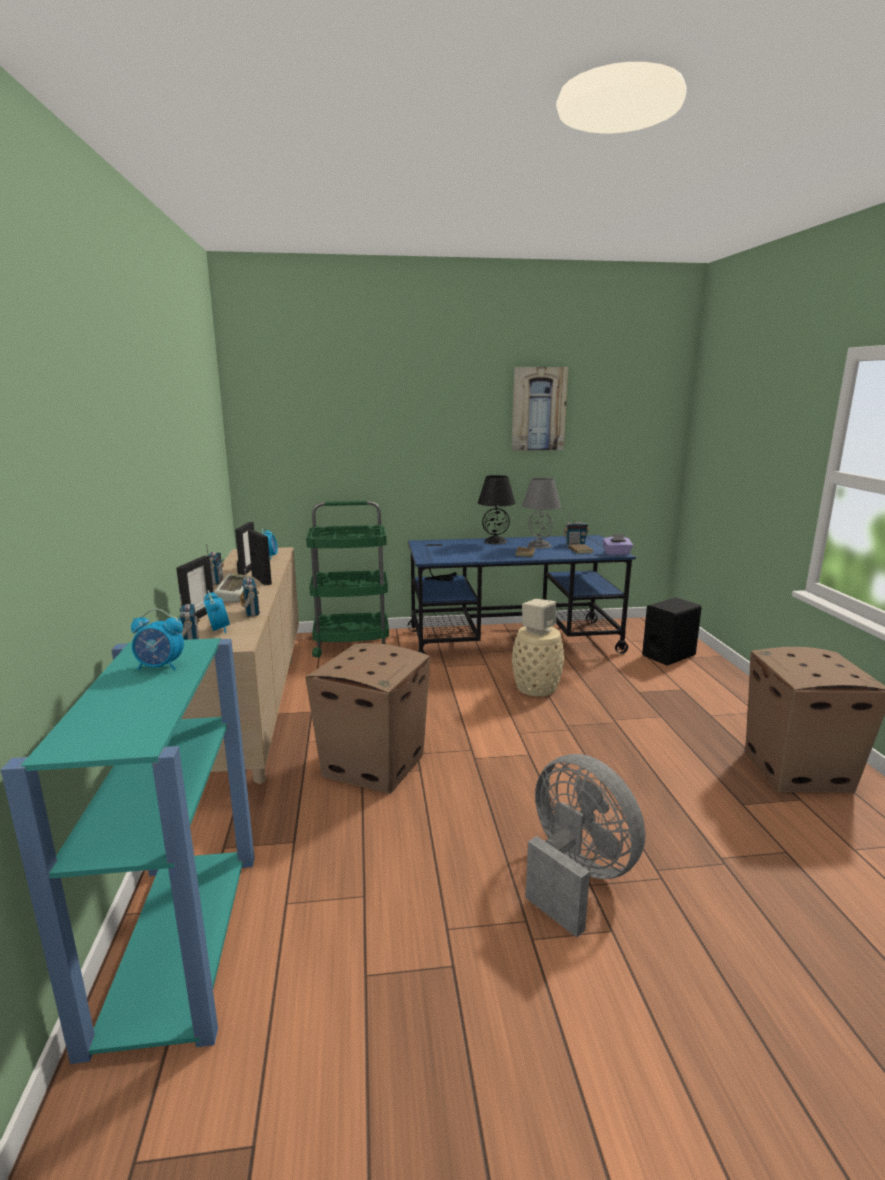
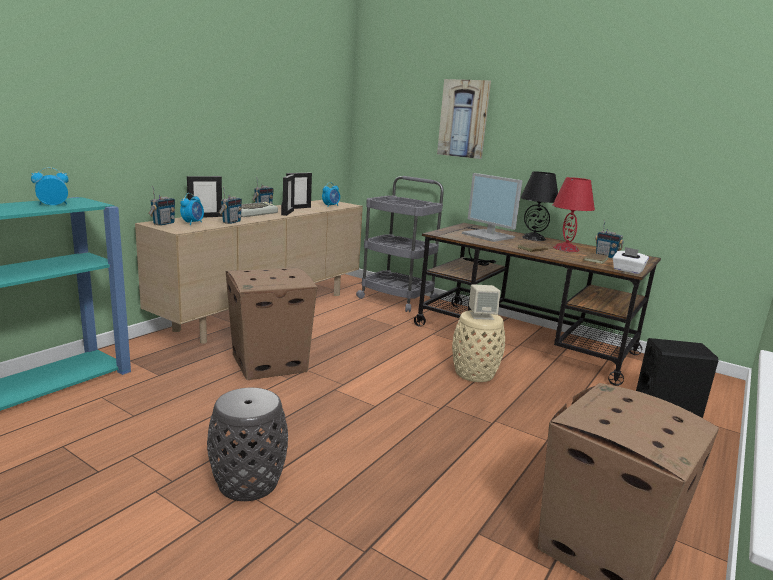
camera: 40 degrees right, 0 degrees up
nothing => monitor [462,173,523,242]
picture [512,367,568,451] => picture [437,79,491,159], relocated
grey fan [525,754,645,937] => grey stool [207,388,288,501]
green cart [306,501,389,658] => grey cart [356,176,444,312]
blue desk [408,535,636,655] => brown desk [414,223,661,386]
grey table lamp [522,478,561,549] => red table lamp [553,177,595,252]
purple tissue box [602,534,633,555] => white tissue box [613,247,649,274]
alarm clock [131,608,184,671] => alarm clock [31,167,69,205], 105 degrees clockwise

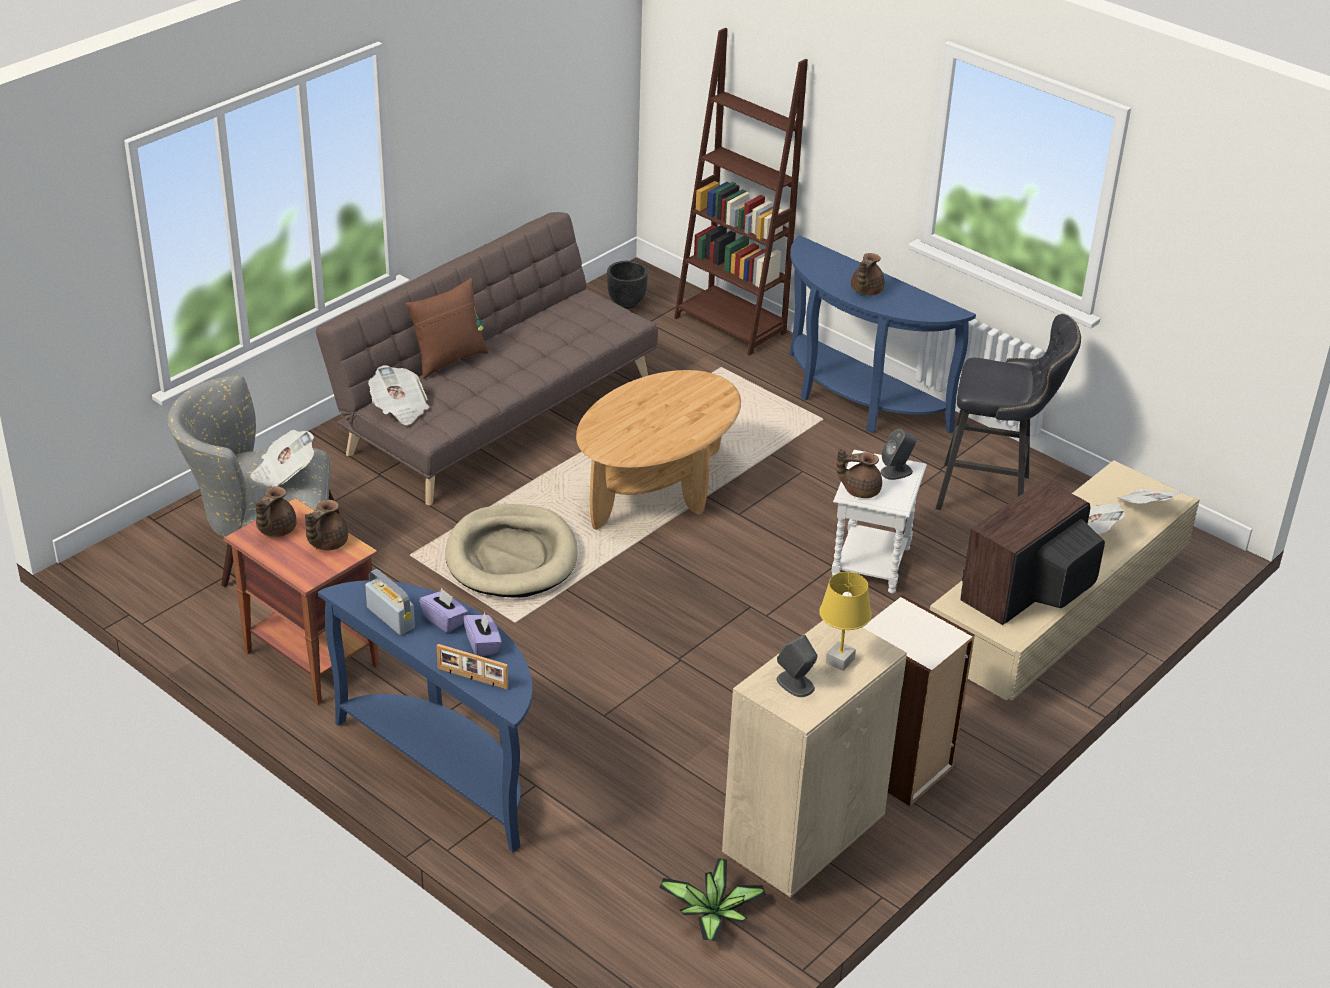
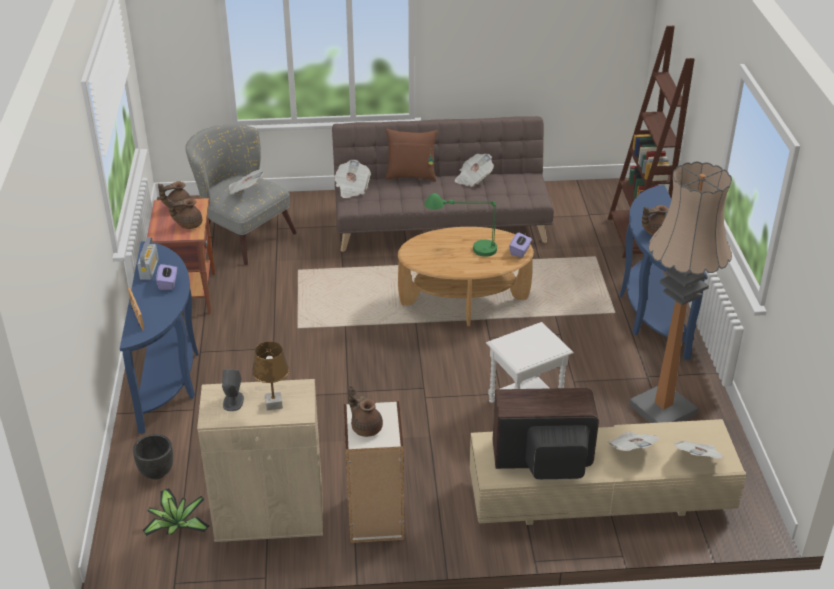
camera: 45 degrees right, 0 degrees up
beige dog bed [445,504,578,598] => nothing
grey speaker [880,429,917,480] => nothing
nothing => green table lamp [424,193,497,257]
nothing => newspaper [455,154,494,187]
purple tissue box [463,612,502,657] => purple tissue box [509,232,532,258], relocated
black planter [607,261,648,309] => black planter [133,434,173,479], relocated
brown teapot [837,448,882,498] => brown teapot [349,385,383,437], relocated
black stool [936,314,1081,510] => floor lamp [629,161,732,423]
yellow table lamp [819,572,872,671] => brown table lamp [252,341,289,411]

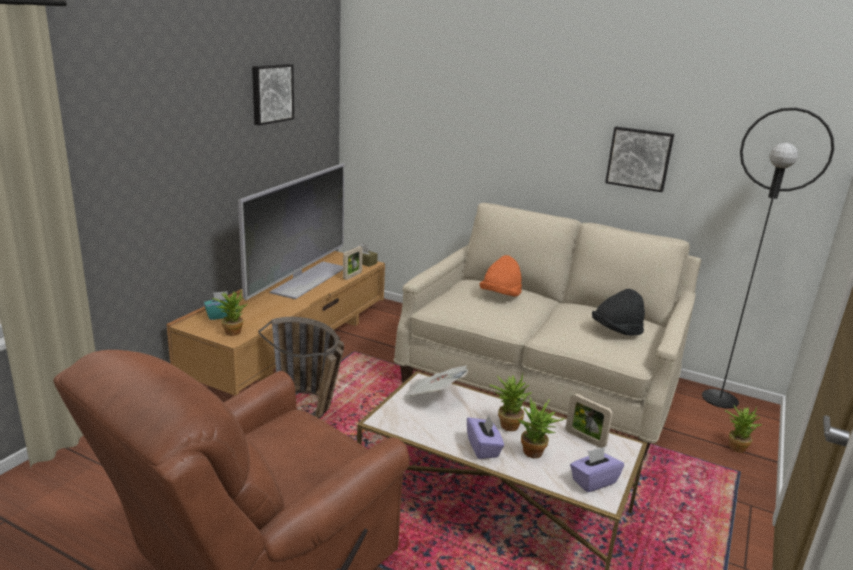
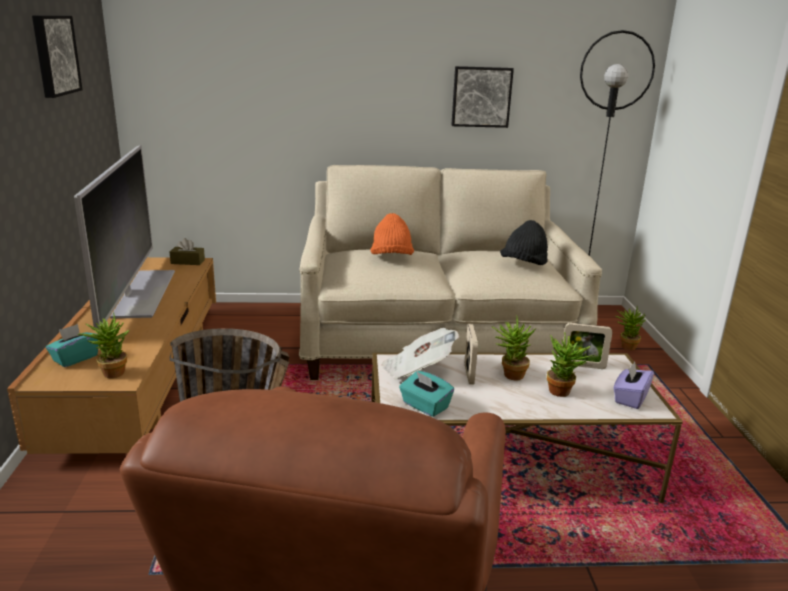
camera: 30 degrees left, 0 degrees up
purple tissue box [467,415,504,459] => nothing
nothing => turquoise tissue box [399,371,454,417]
picture frame [343,246,363,280] => picture frame [465,324,478,384], relocated

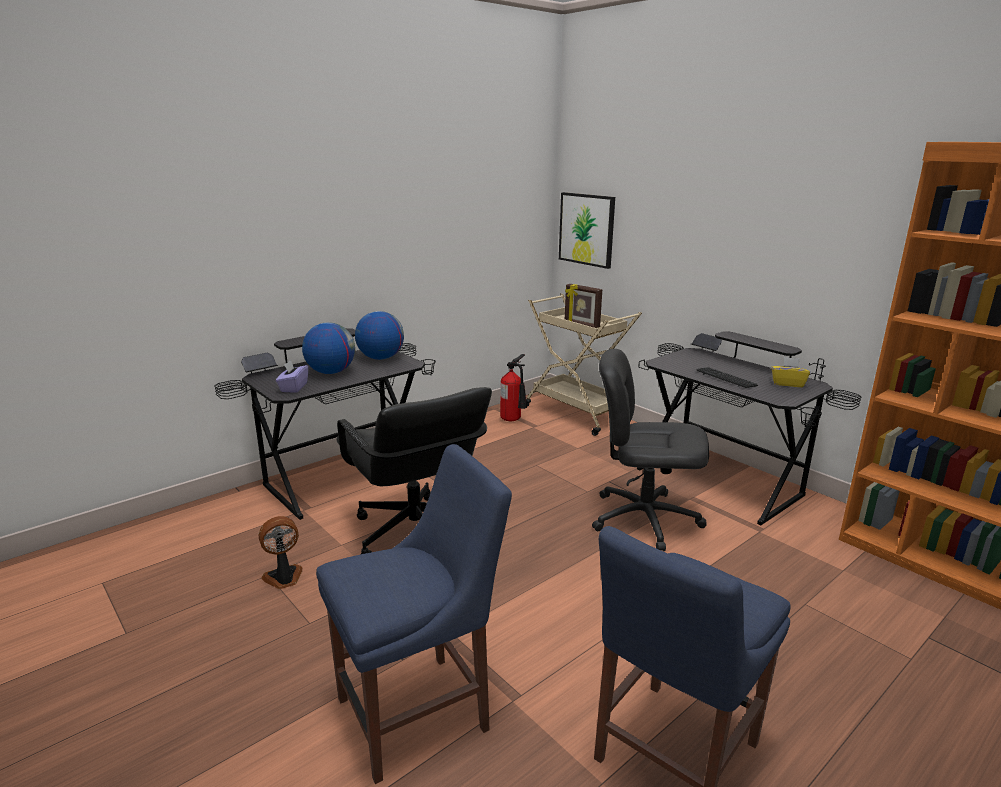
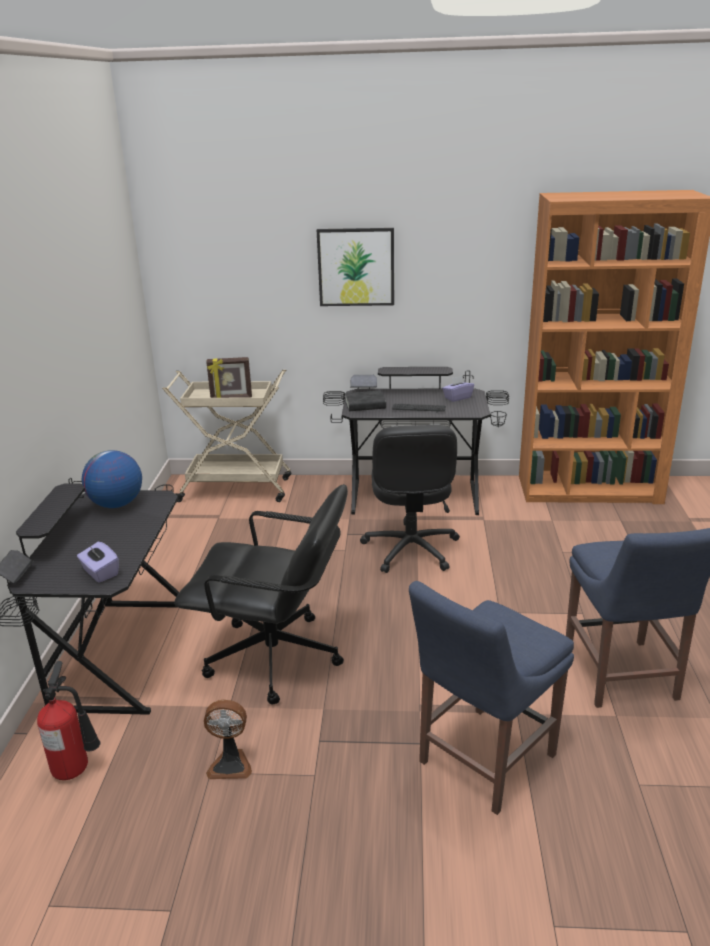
camera: 45 degrees left, 5 degrees up
globe [302,322,355,374] => nothing
nothing => black book [345,391,386,411]
fire extinguisher [500,354,527,421] => fire extinguisher [37,661,100,780], relocated
picture [559,192,615,269] => picture [317,228,394,306], relocated
yellow tissue box [771,357,810,387] => purple tissue box [442,376,474,402]
fan [258,516,303,589] => fan [204,700,252,779], 105 degrees counterclockwise
blue chair [316,444,512,784] => blue chair [409,581,574,815], 150 degrees counterclockwise
black office chair [592,349,709,551] => black office chair [360,425,460,573], 60 degrees counterclockwise

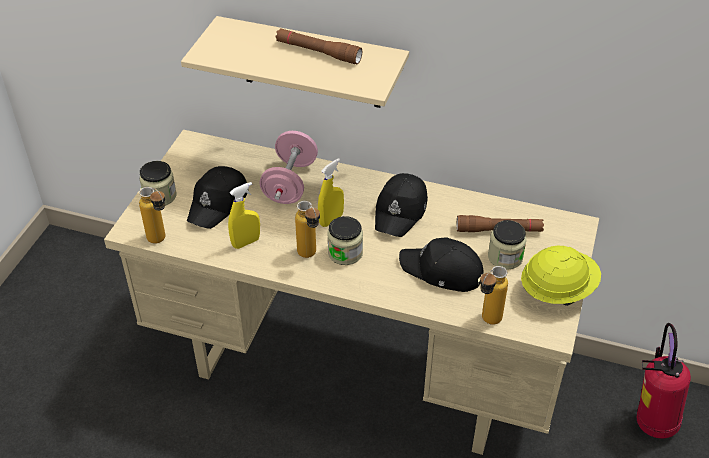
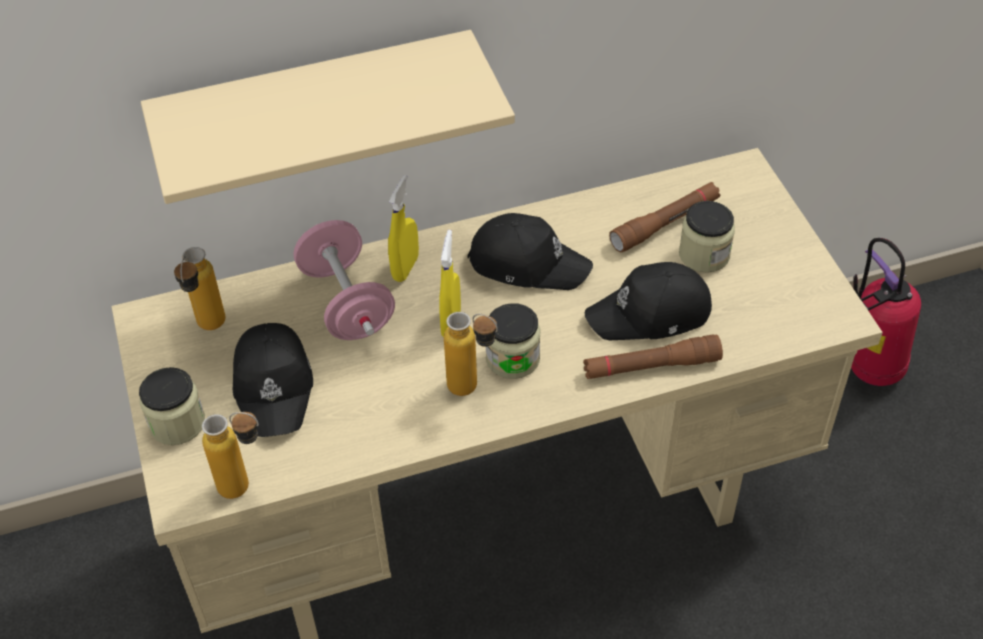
camera: 35 degrees left, 5 degrees up
yellow hard hat [521,246,601,306] => nothing
yellow spray bottle [228,182,260,249] => yellow spray bottle [388,175,419,282], relocated
brown flashlight [275,28,362,64] => brown flashlight [583,334,723,379], relocated
bottle [480,266,508,325] => bottle [174,247,225,330], relocated
black cap [375,173,428,237] => black cap [467,213,593,290], 60 degrees counterclockwise

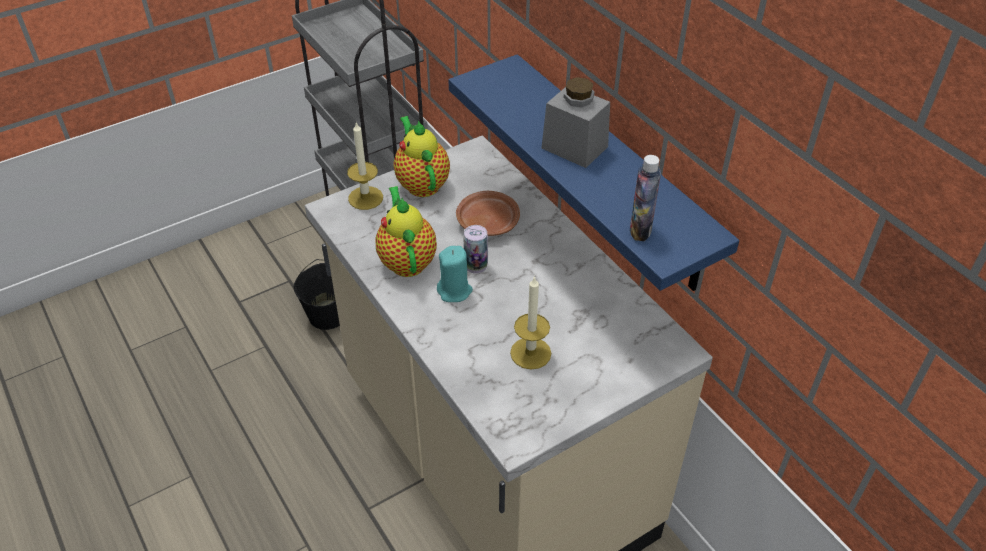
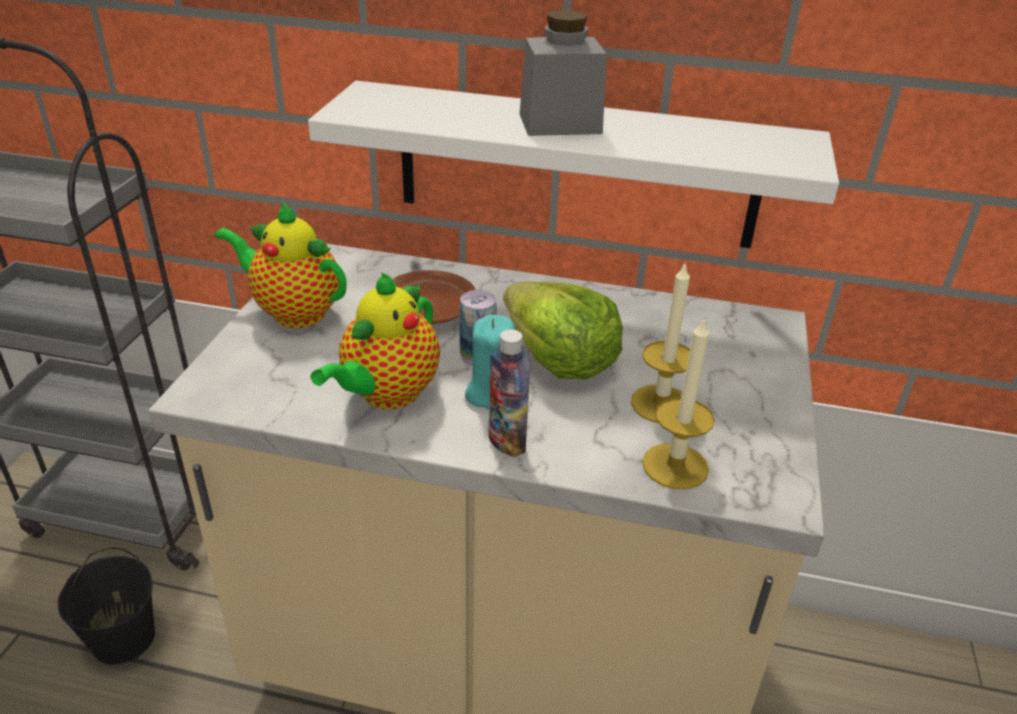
camera: 45 degrees left, 10 degrees down
nothing => lettuce [503,282,623,379]
candle [347,122,383,210] => candle [642,317,715,489], relocated
bottle [630,155,661,241] => bottle [488,329,530,457], relocated
blue shelf [448,54,739,291] => white shelf [308,81,839,248]
teapot [375,186,437,277] => teapot [311,273,440,409], 90 degrees counterclockwise

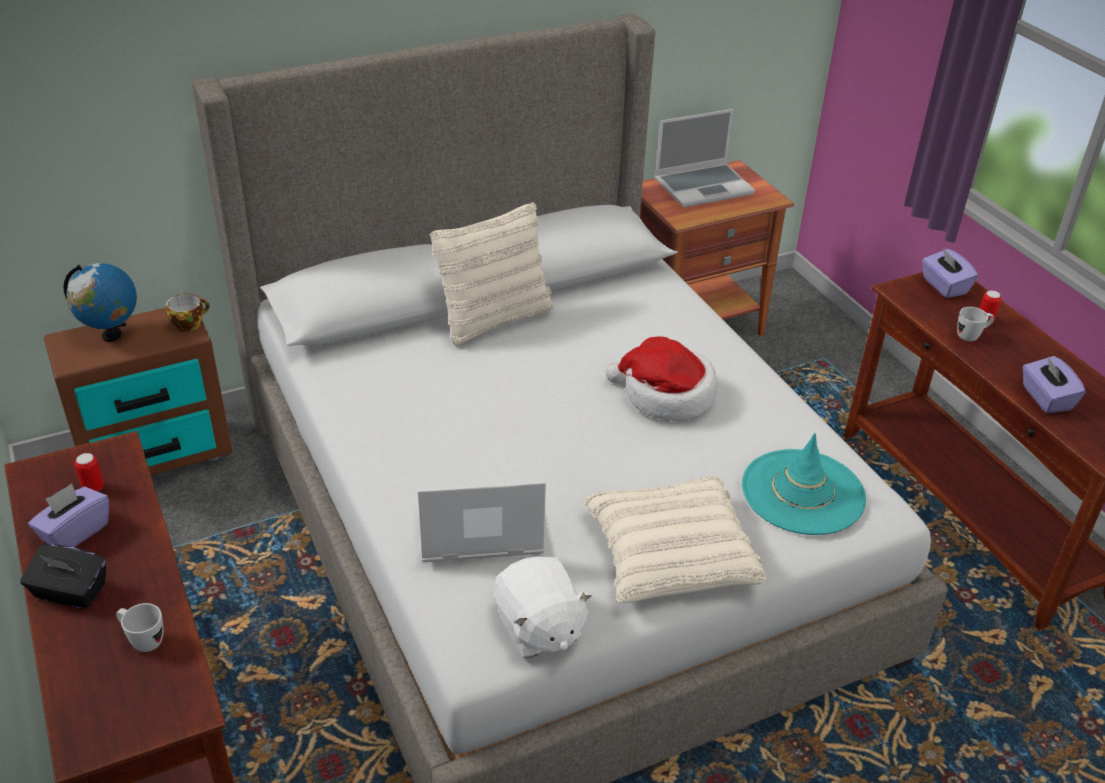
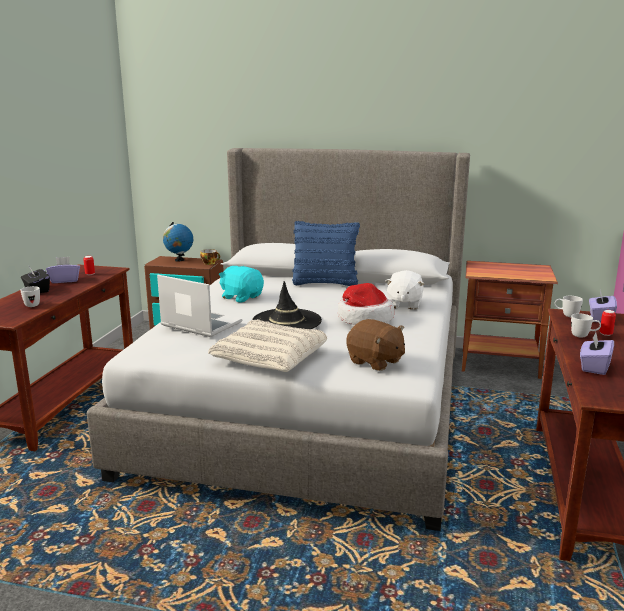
camera: 40 degrees right, 20 degrees down
laptop [655,109,755,207] => nothing
nothing => turquoise plush toy [219,266,264,303]
nothing => black hat [252,281,322,329]
nothing => white mug [554,296,583,317]
white plush toy [494,556,592,658] => white plush toy [385,270,424,310], relocated
turquoise hat [742,433,866,535] => brown plush toy [346,319,405,371]
beige pillow [430,202,554,345] => blue pillow [292,221,360,286]

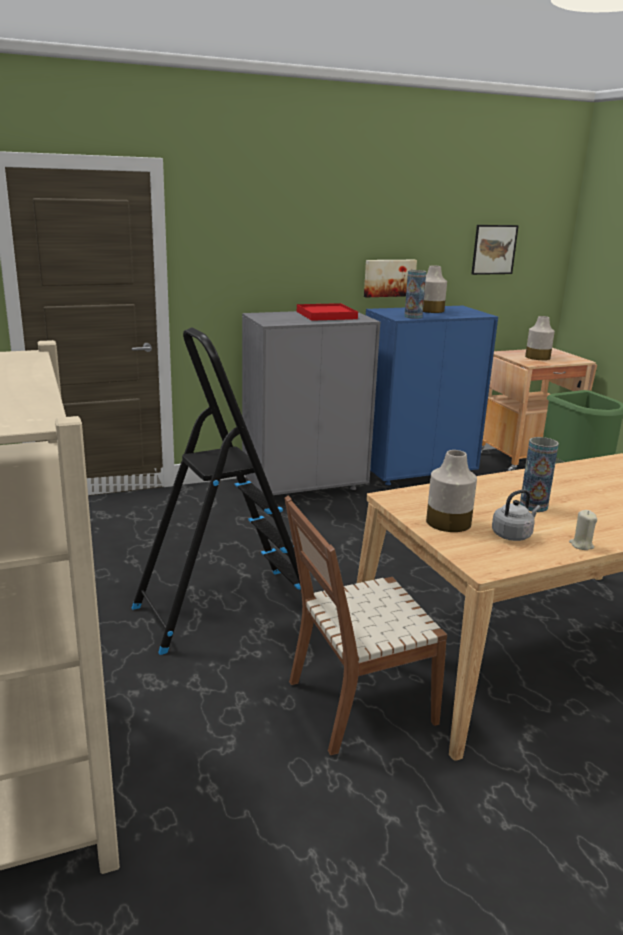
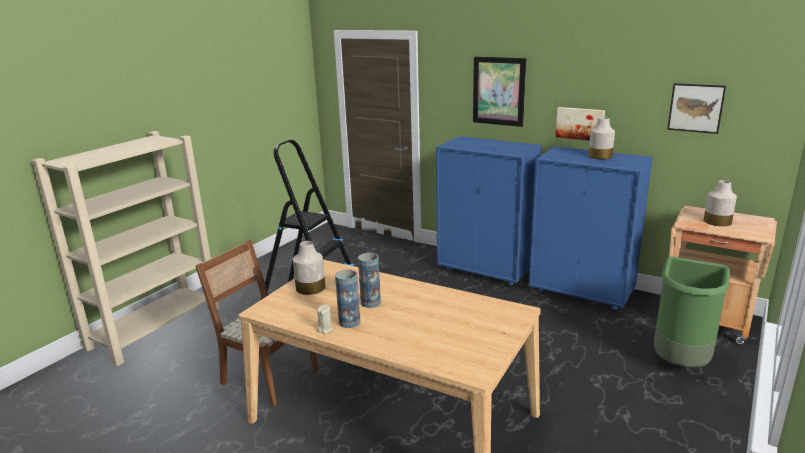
camera: 55 degrees right, 0 degrees up
red tray [297,303,358,321] => nothing
grey kettle [492,490,541,541] => nothing
nothing => picture [473,57,526,127]
vase [404,270,426,319] => vase [335,269,360,328], relocated
grey cabinet [242,311,380,495] => blue cabinet [436,136,542,285]

